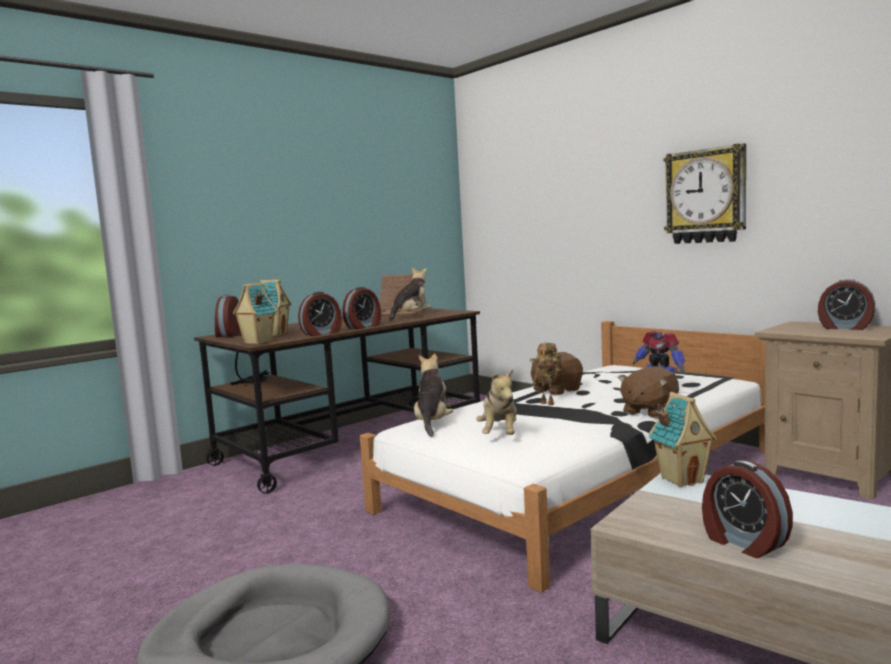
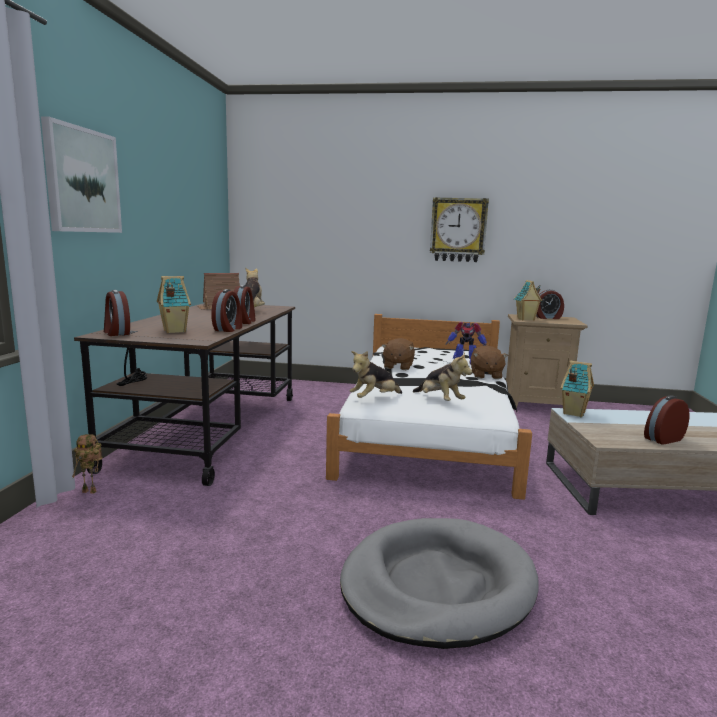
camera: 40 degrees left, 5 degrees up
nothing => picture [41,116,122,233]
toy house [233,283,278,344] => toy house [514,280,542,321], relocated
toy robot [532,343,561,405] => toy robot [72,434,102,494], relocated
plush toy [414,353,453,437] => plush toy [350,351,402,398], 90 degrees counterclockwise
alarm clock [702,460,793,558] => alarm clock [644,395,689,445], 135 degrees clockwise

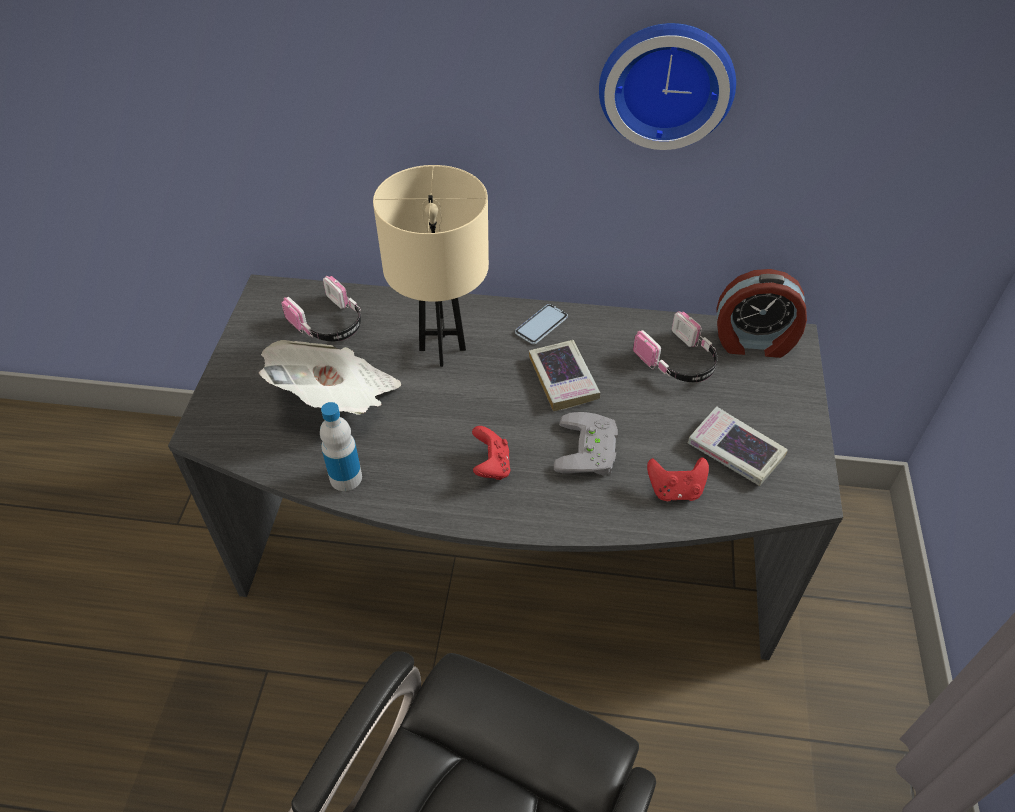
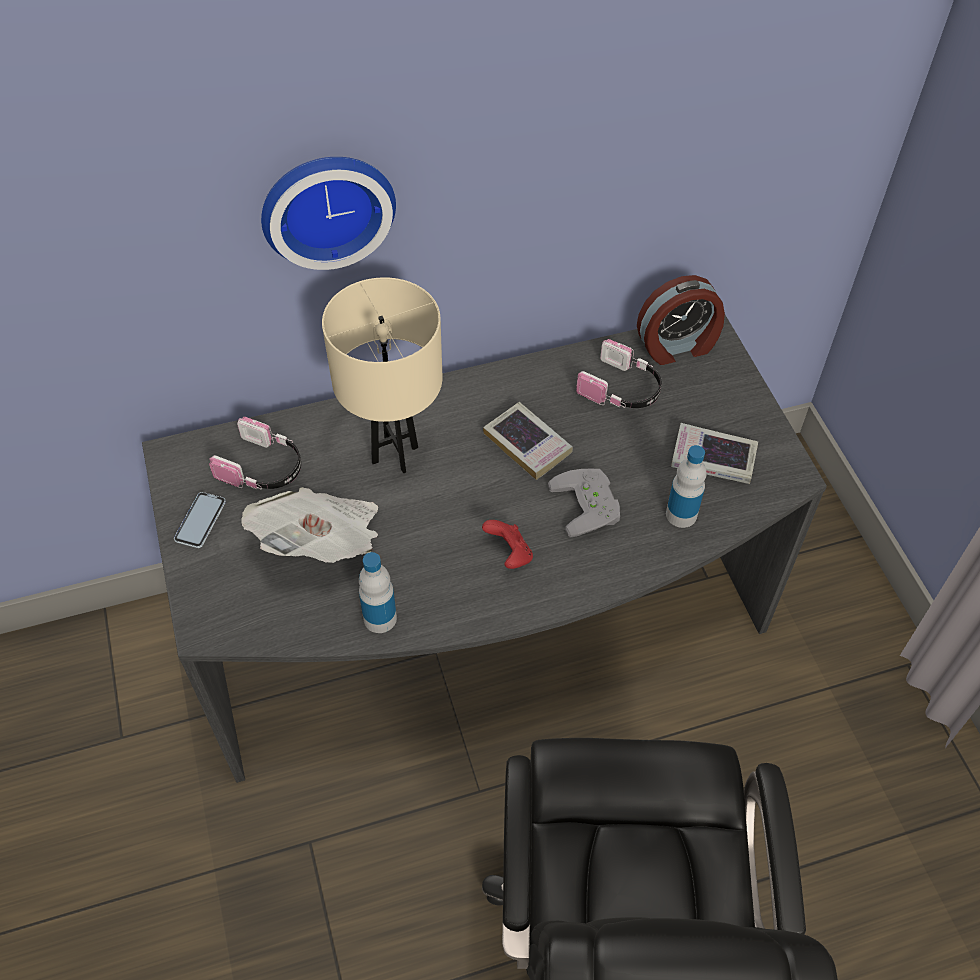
camera: 25 degrees left, 5 degrees up
phone [515,304,568,344] => phone [174,492,226,548], relocated
wall clock [599,23,736,150] => wall clock [261,157,396,270], relocated
red game controller [647,457,709,501] => bottle [666,445,707,528]

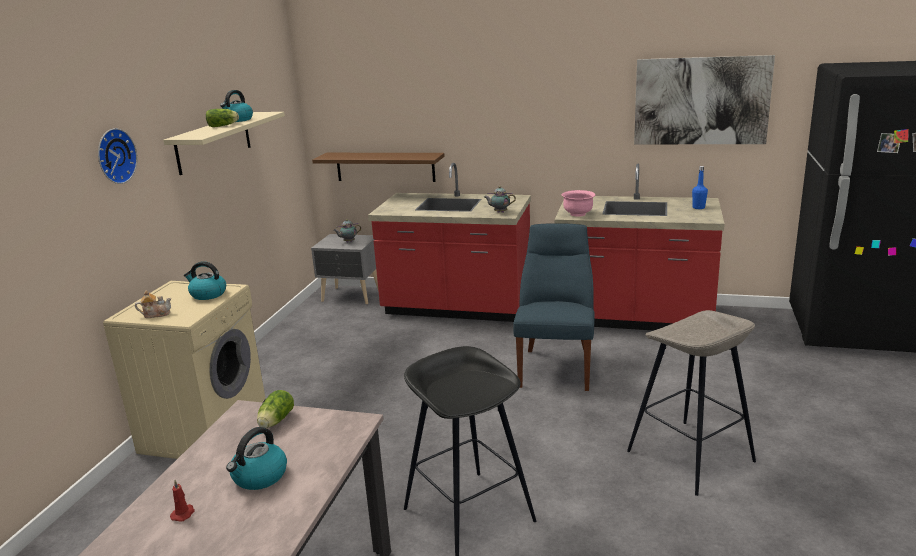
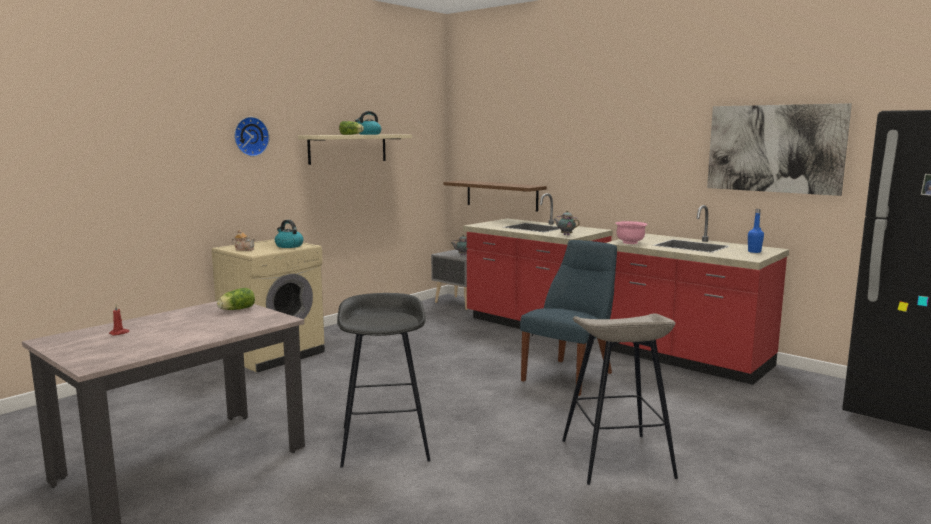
camera: 25 degrees right, 10 degrees down
kettle [226,427,287,490] => nothing

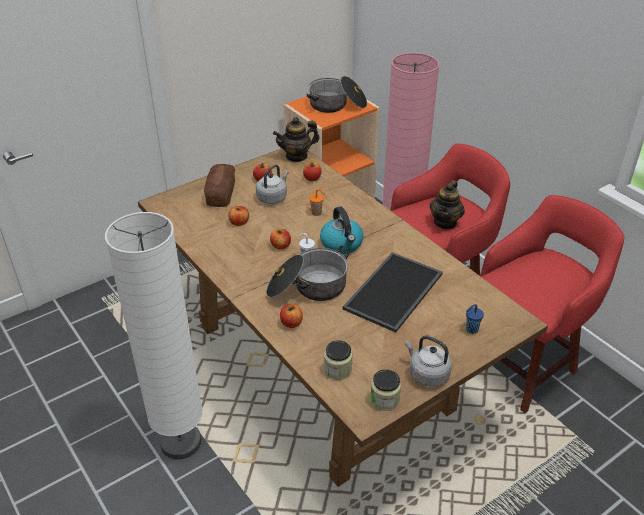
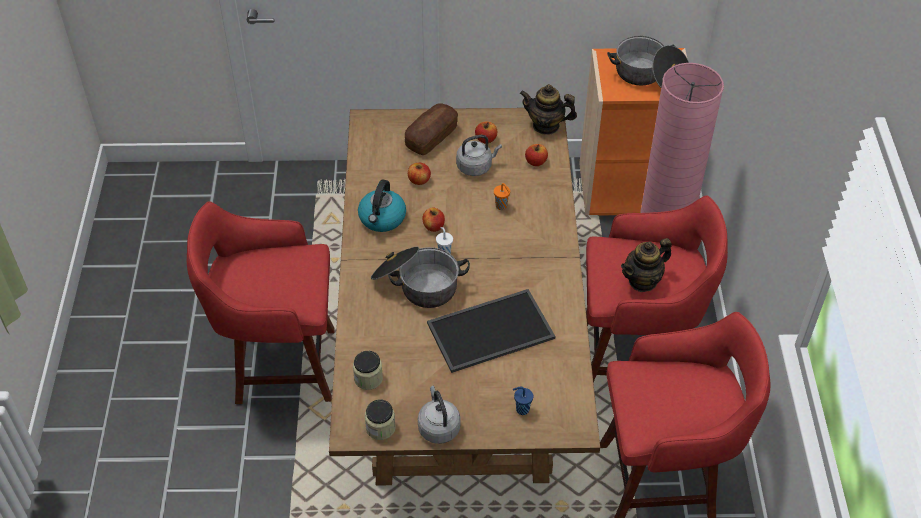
camera: 35 degrees right, 10 degrees up
apple [280,304,303,328] => nothing
kettle [320,207,363,254] => kettle [358,180,406,232], relocated
white floor lamp [105,212,203,459] => red stool [187,201,335,404]

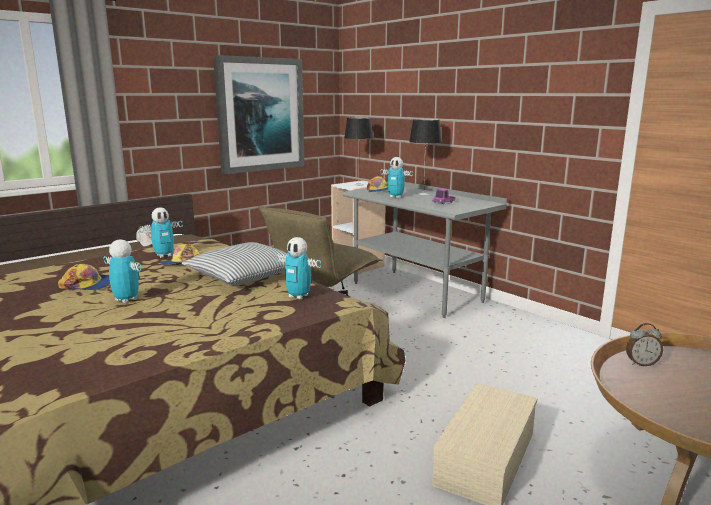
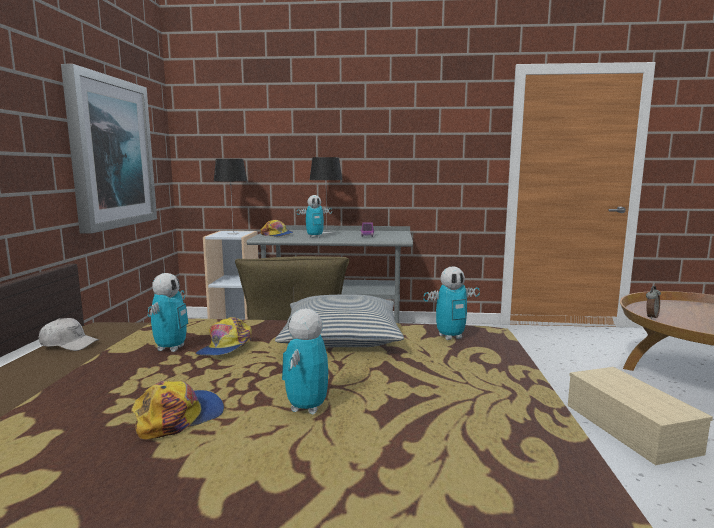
camera: 45 degrees left, 5 degrees down
toy robot [103,239,141,303] => toy robot [282,308,328,414], 60 degrees counterclockwise

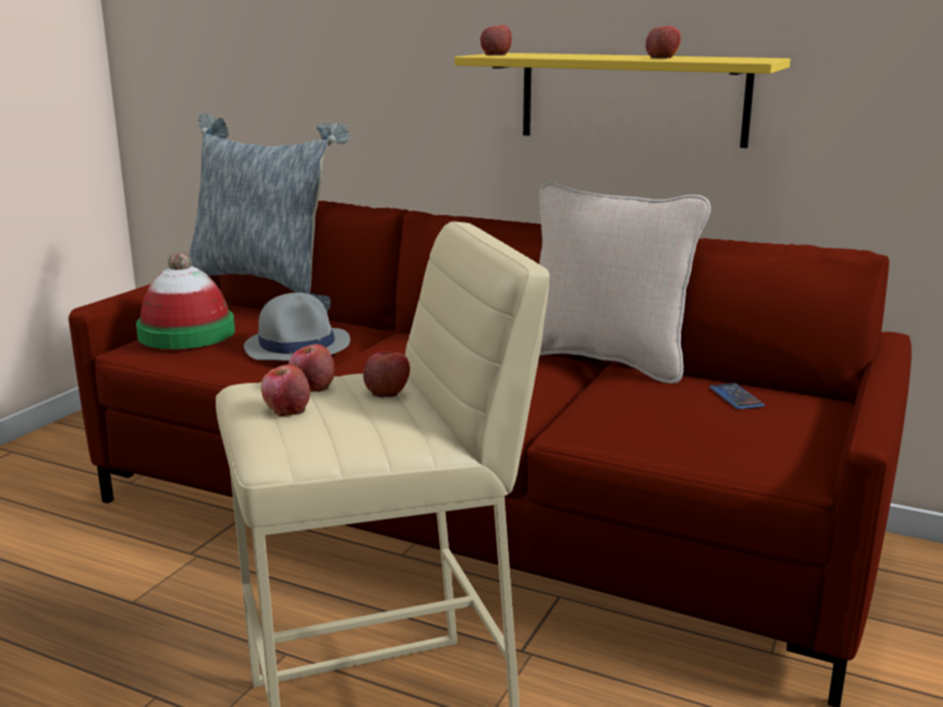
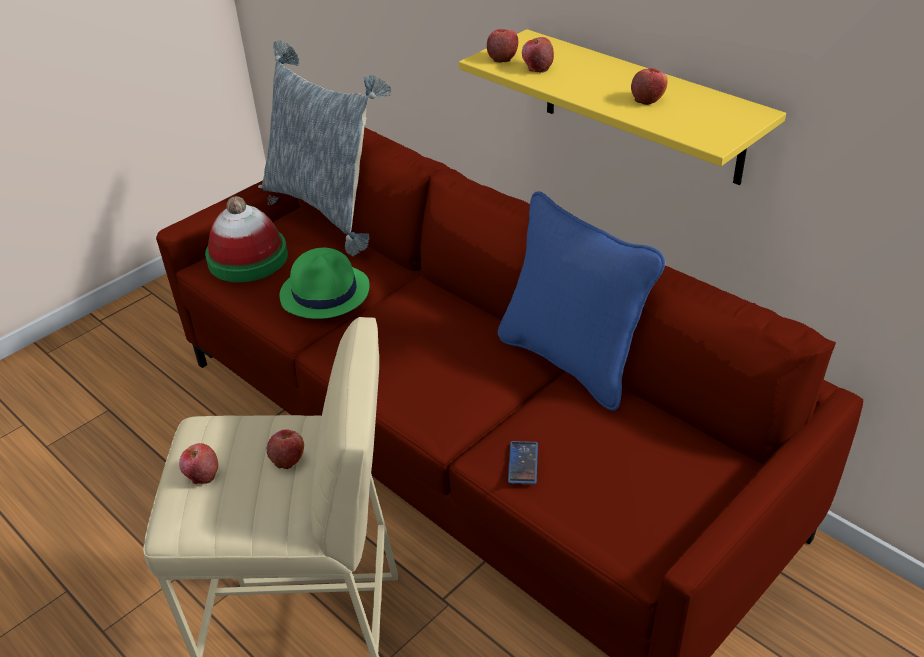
camera: 20 degrees right, 20 degrees up
apple [289,344,335,392] => apple [522,37,554,73], relocated
phone [710,383,765,409] => phone [508,441,538,484], relocated
grey hat [244,292,350,361] => green hat [280,248,370,319]
beige pillow [539,182,711,384] => blue pillow [498,191,665,411]

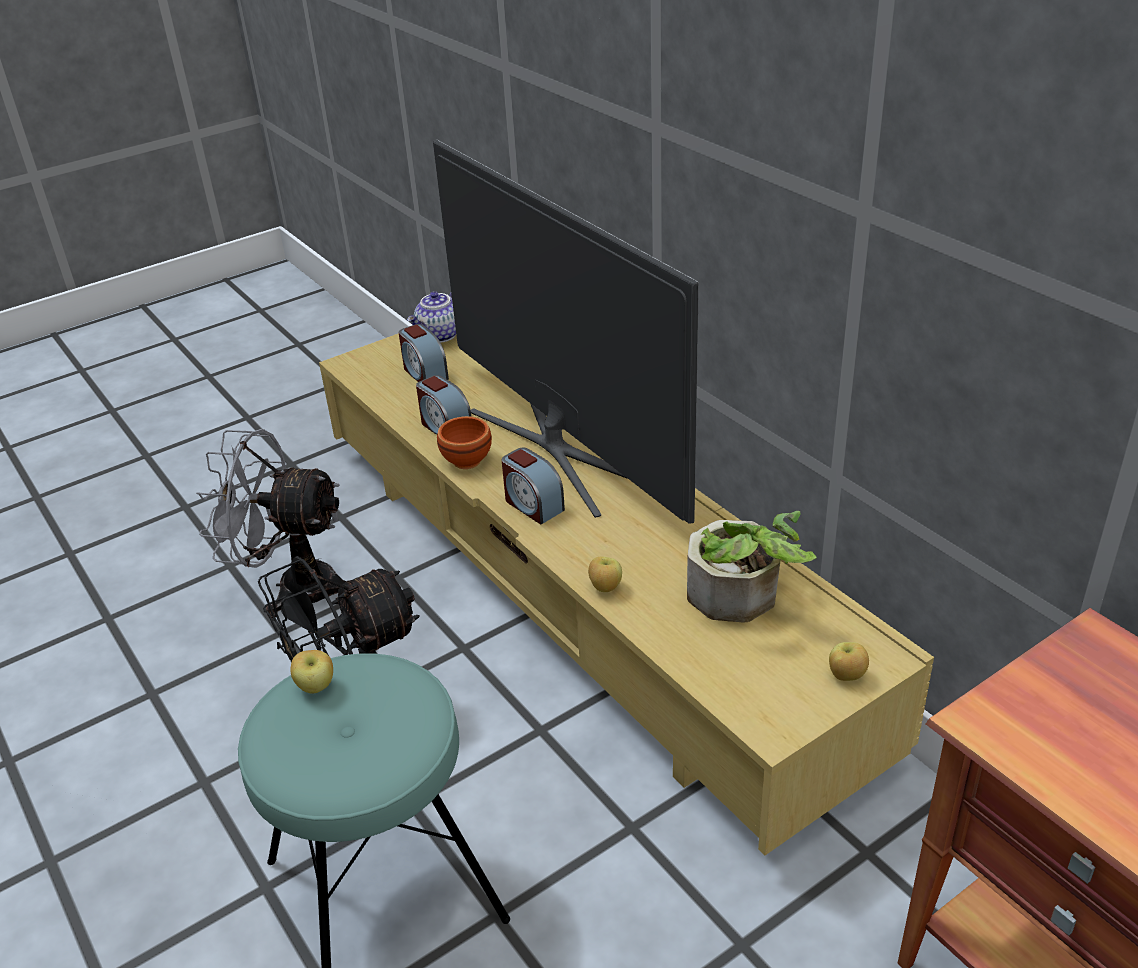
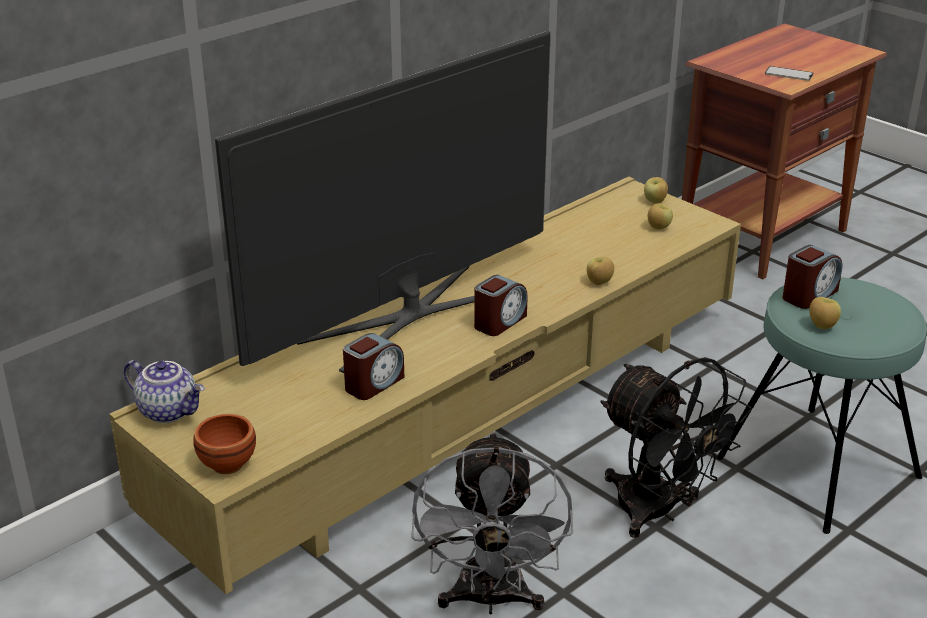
camera: 100 degrees left, 5 degrees down
potted plant [687,511,817,622] => nothing
nothing => apple [648,203,673,230]
nothing => phone [765,66,814,81]
alarm clock [398,324,449,382] => alarm clock [783,245,842,309], relocated
brown bowl [437,416,492,469] => brown bowl [193,414,256,474], relocated

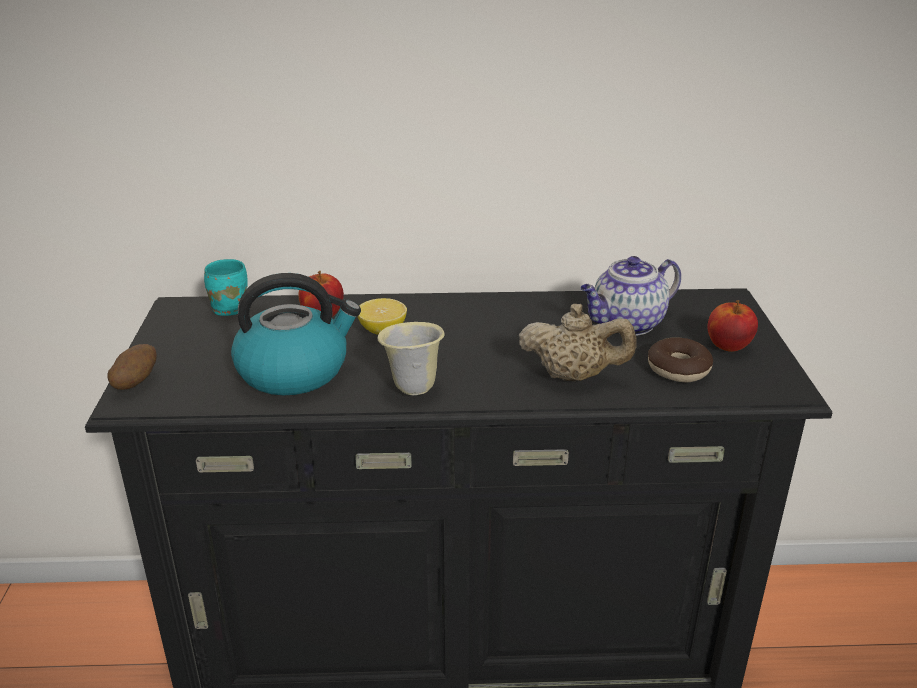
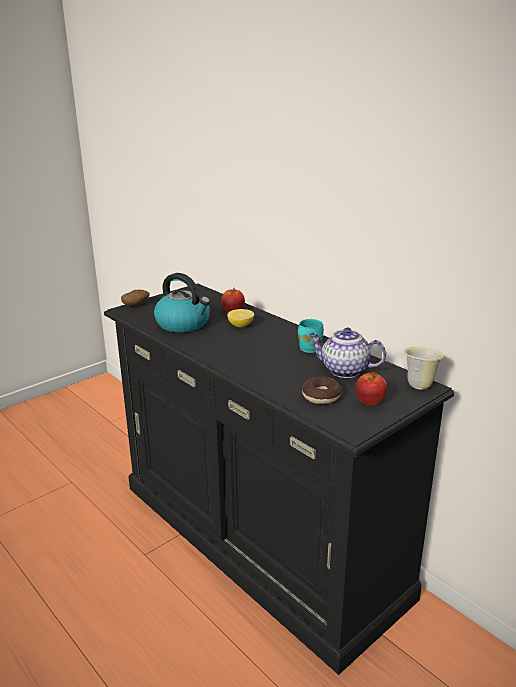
camera: 50 degrees right, 5 degrees down
beige teapot [519,304,637,381] => nothing
turquoise mug [204,259,248,316] => turquoise mug [298,319,324,353], relocated
beige mug [377,322,445,395] => beige mug [404,347,444,390], relocated

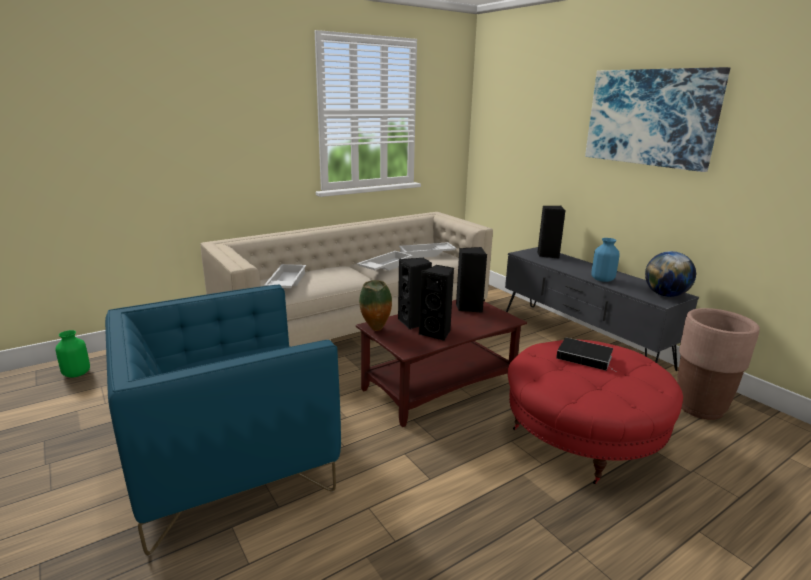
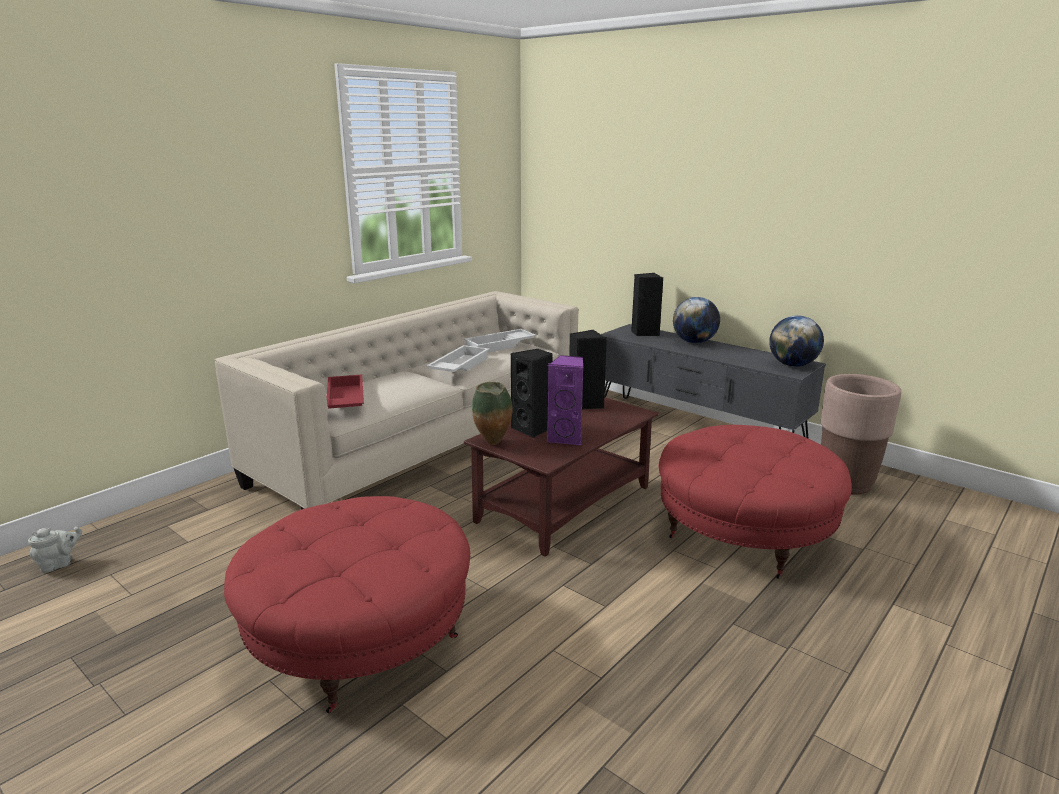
camera: 15 degrees left, 0 degrees up
book [556,338,618,372] => nothing
picture [585,67,730,172] => nothing
blue vase [591,238,620,282] => nothing
nothing => globe [673,297,720,343]
green vase [56,330,90,377] => grey teapot [28,527,82,573]
blue armchair [105,285,341,556] => red ottoman [224,496,470,713]
white tray [264,264,306,288] => red tray [327,374,364,409]
black speaker [419,265,454,341] => purple speaker [547,355,583,445]

